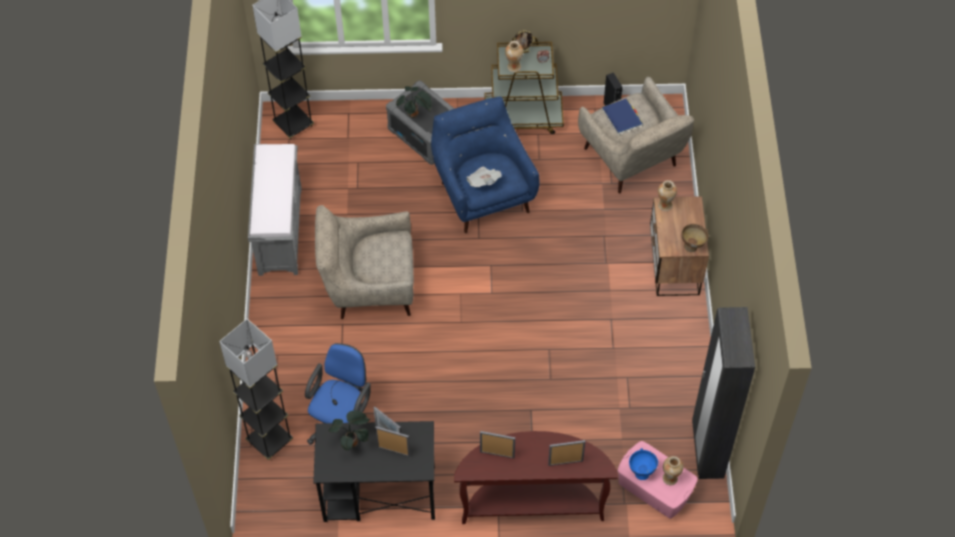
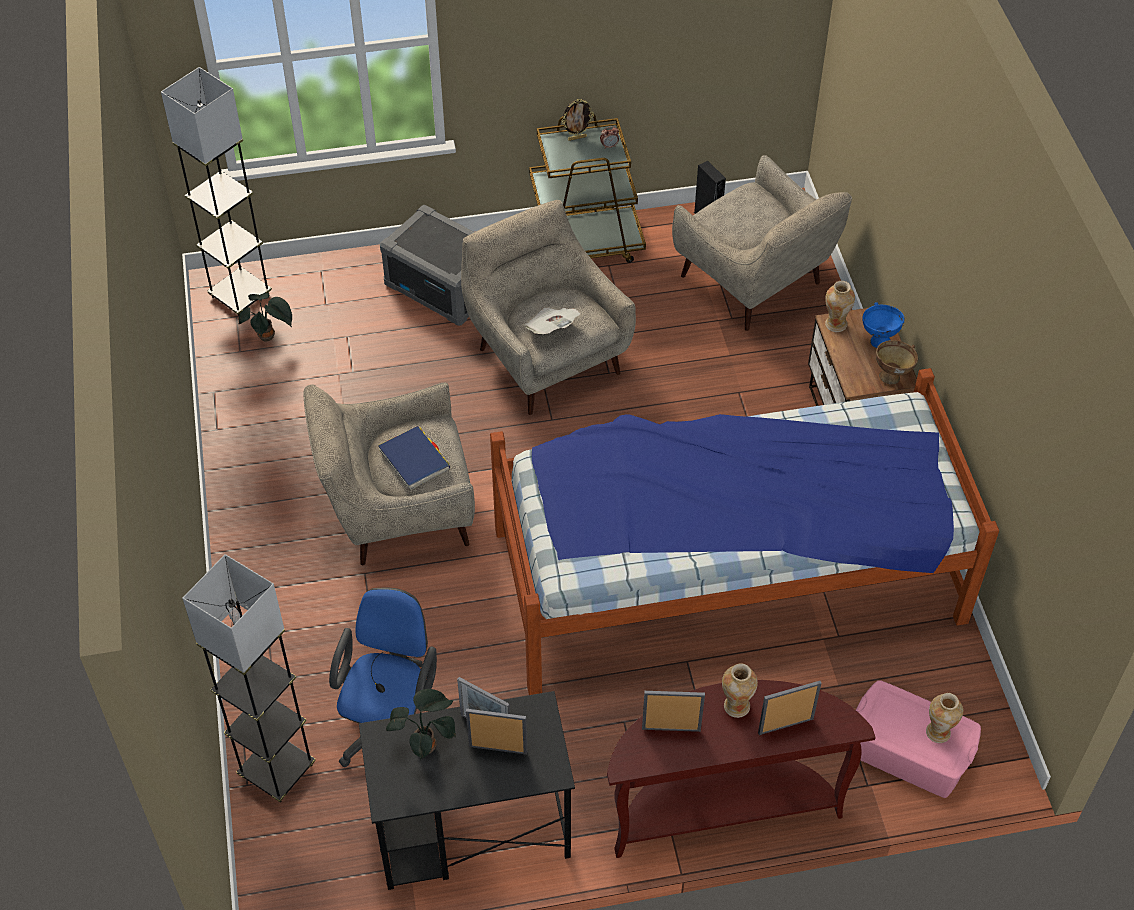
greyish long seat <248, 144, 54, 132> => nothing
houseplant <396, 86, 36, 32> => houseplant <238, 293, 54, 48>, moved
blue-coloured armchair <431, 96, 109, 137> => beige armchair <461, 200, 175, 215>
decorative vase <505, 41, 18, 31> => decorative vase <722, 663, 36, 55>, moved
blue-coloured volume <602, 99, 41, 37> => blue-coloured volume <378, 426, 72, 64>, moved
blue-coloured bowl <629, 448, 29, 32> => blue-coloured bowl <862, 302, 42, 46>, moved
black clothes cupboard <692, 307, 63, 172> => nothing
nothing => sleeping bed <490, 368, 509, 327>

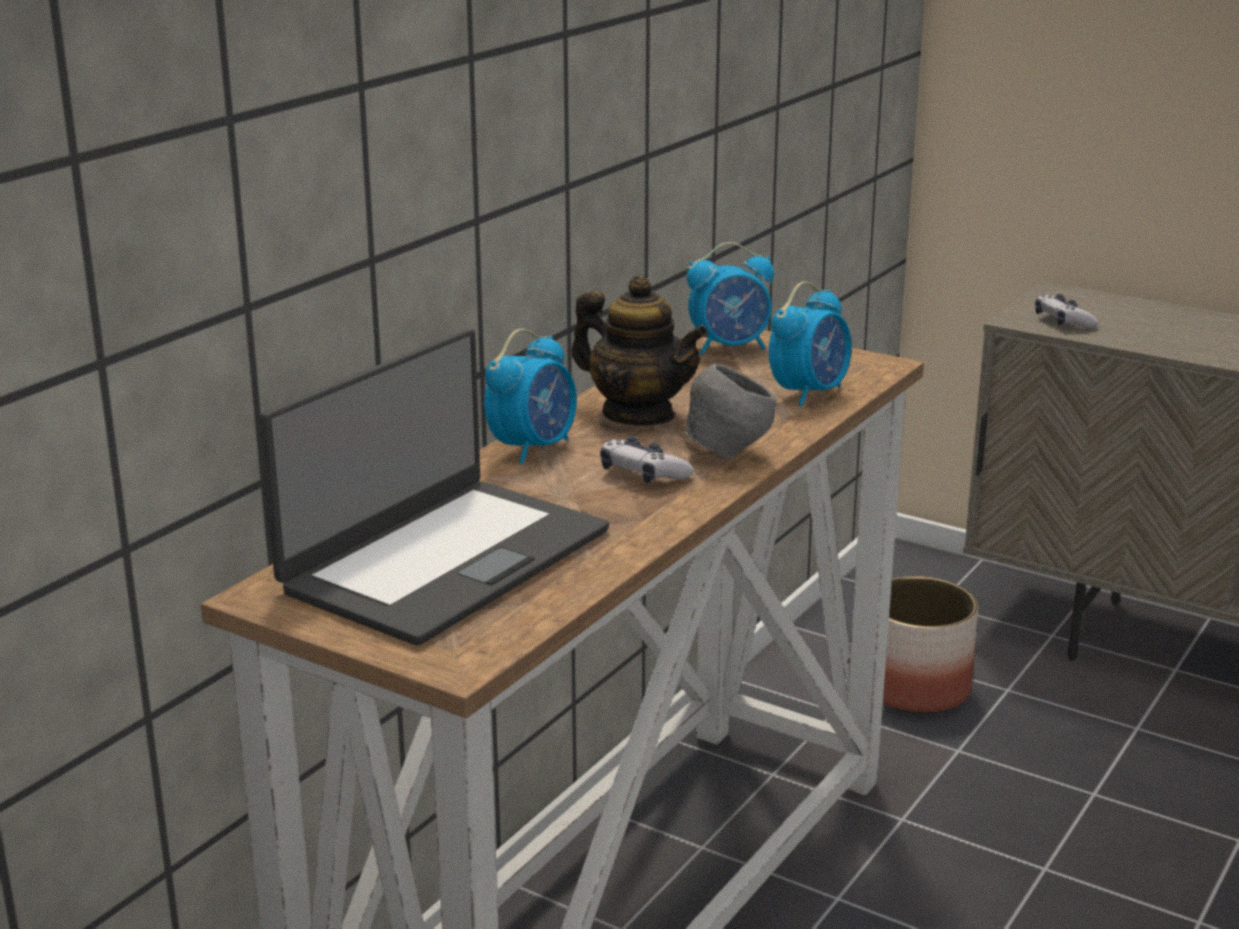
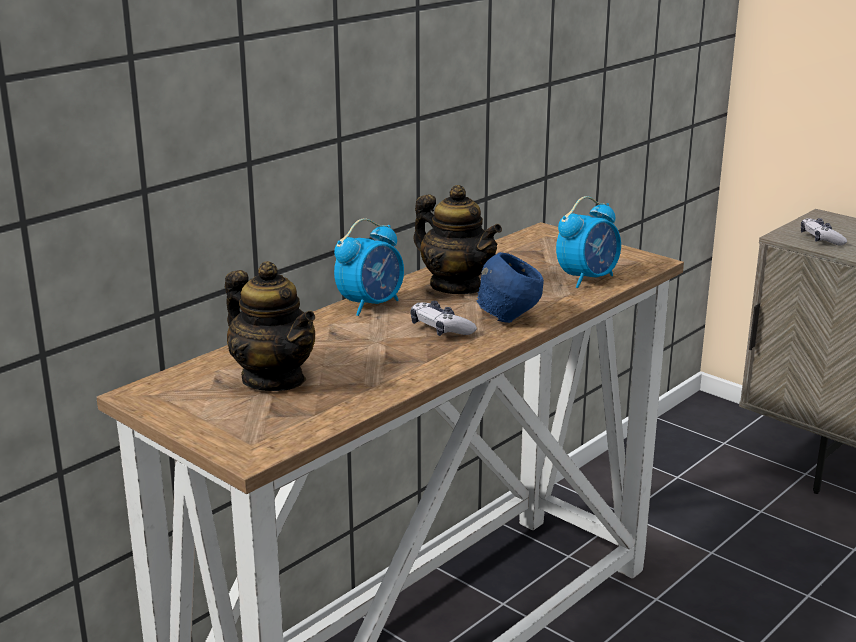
portable computer <259, 329, 350, 316> => teapot <225, 261, 90, 130>
greyish bowl <684, 364, 92, 95> => blue-coloured bowl <476, 252, 68, 71>
table clock <687, 242, 87, 113> => nothing
planter <883, 576, 95, 137> => nothing

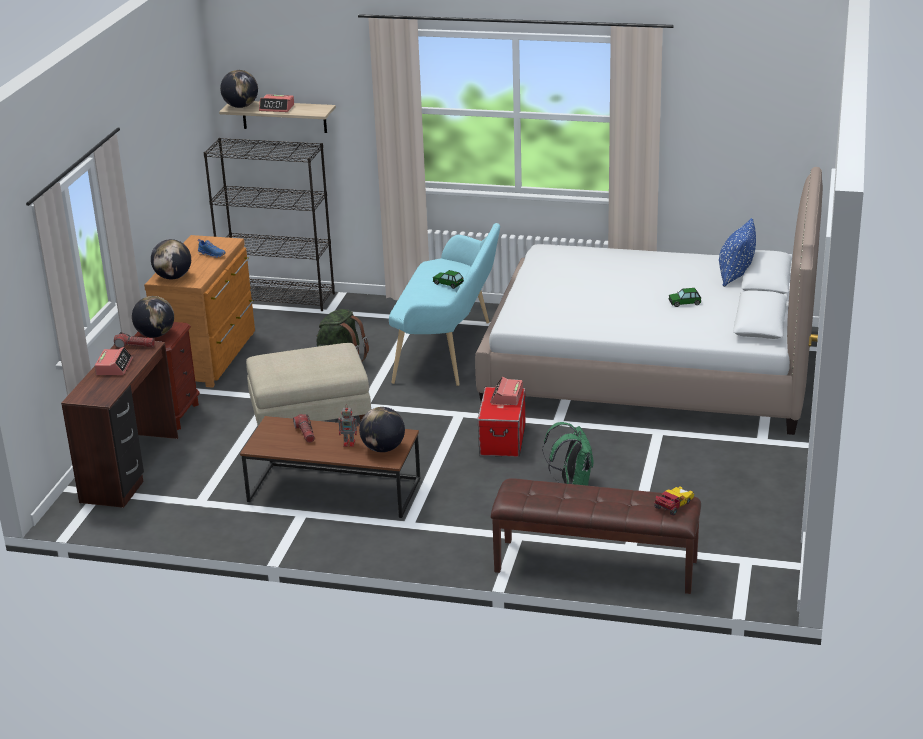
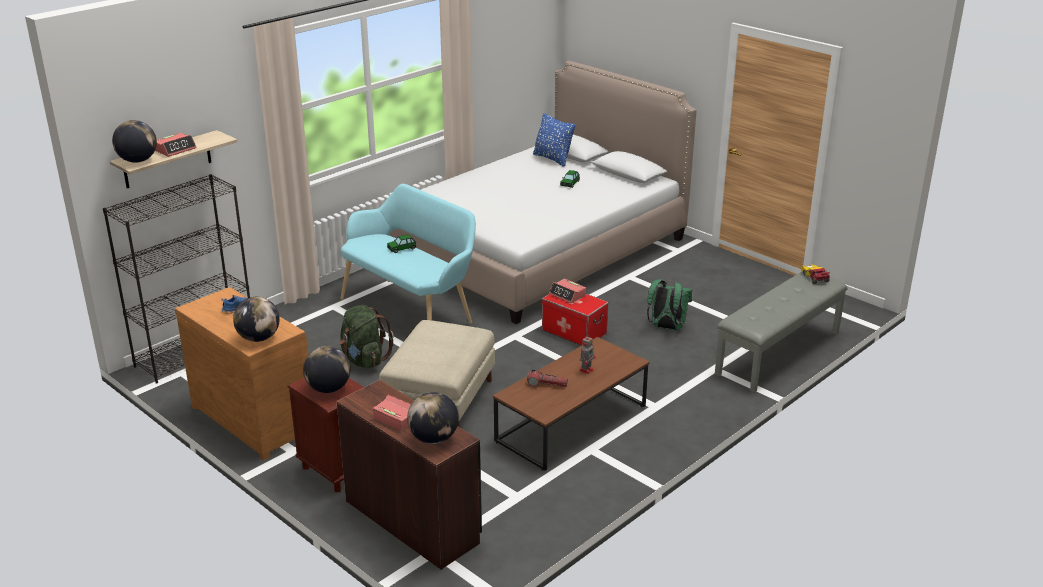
hand torch <114, 332, 41, 16> => nothing
world globe <359, 407, 46, 45> => world globe <407, 392, 52, 52>, moved
brown long seat <491, 478, 210, 116> => greyish long seat <715, 271, 133, 121>

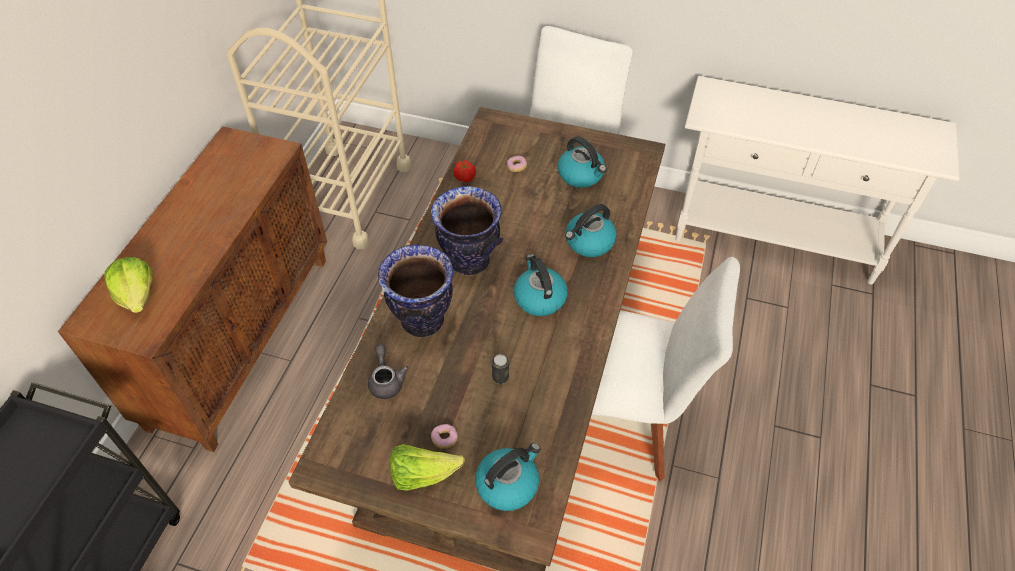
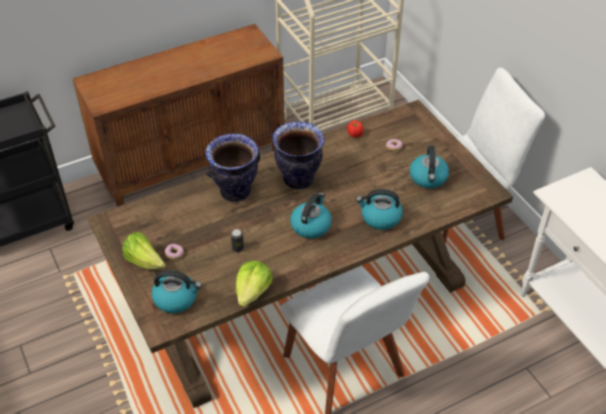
lettuce head <104, 257, 48, 56> => lettuce head <235, 261, 38, 46>, moved
greyish teapot <368, 344, 40, 55> => nothing

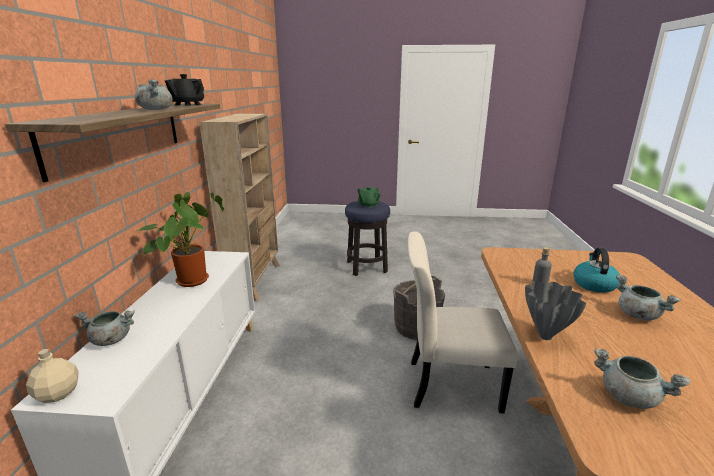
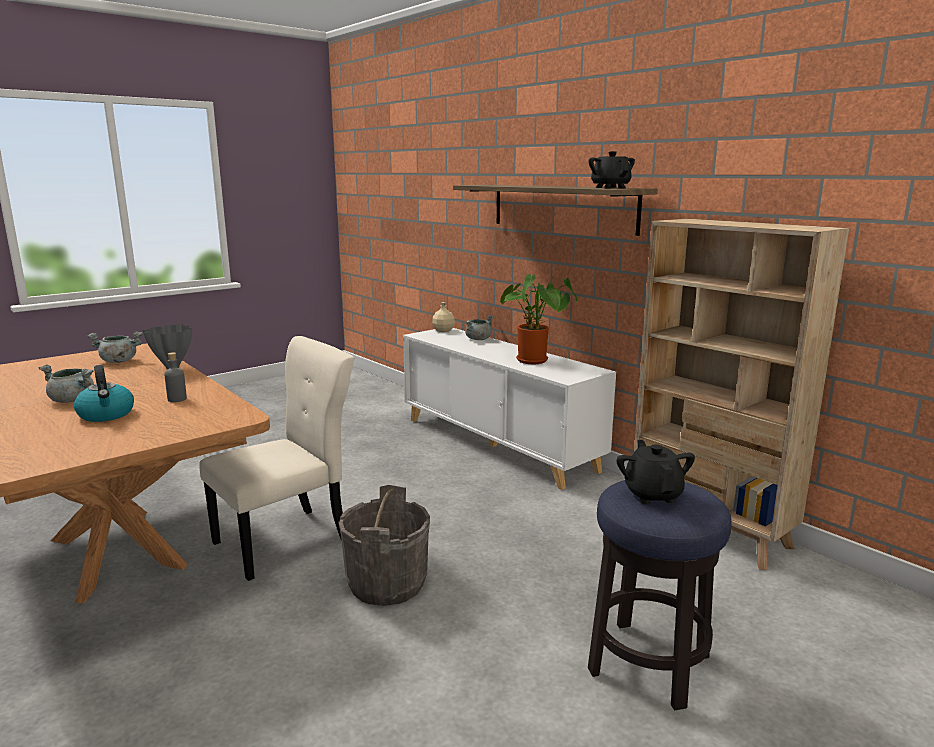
greyish cooking pot <135, 79, 37, 31> => nothing
green teapot <357, 187, 23, 21> => black teapot <616, 440, 79, 64>

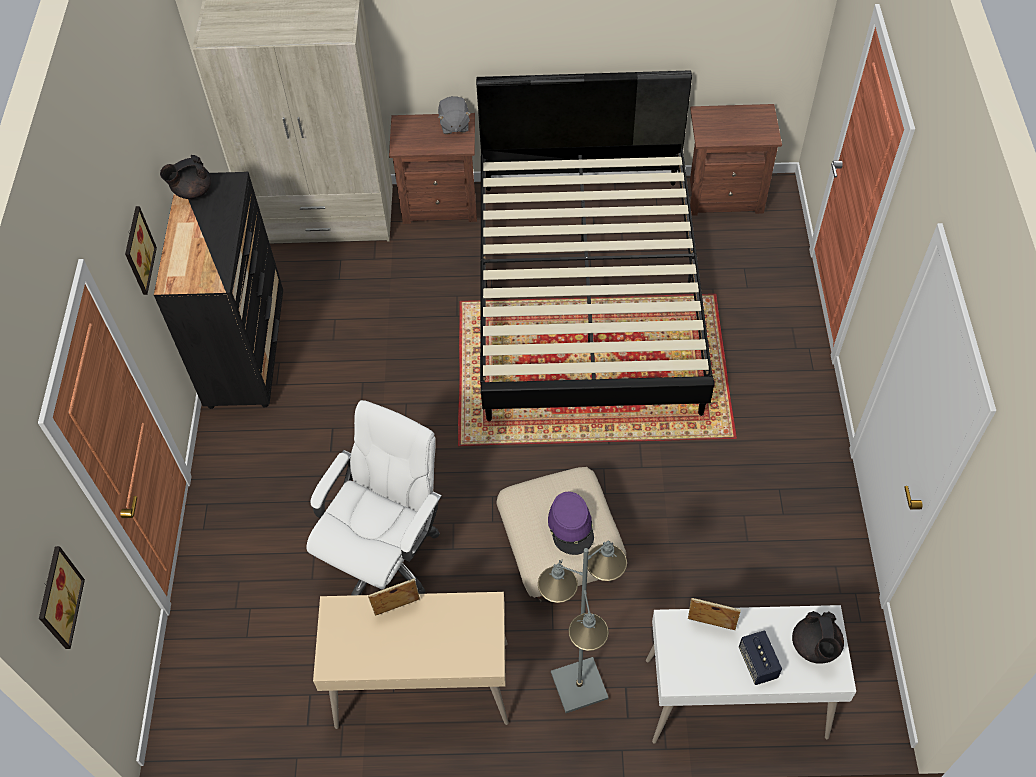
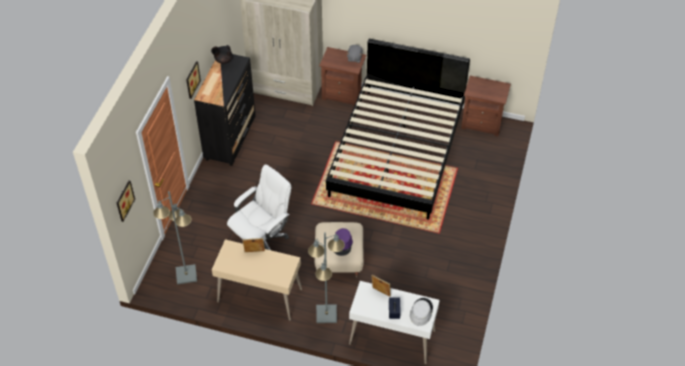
black teapot <792, 611, 52, 53> => greyish wearable hat <410, 298, 23, 28>
nothing => greyish standing lamp <153, 191, 44, 93>

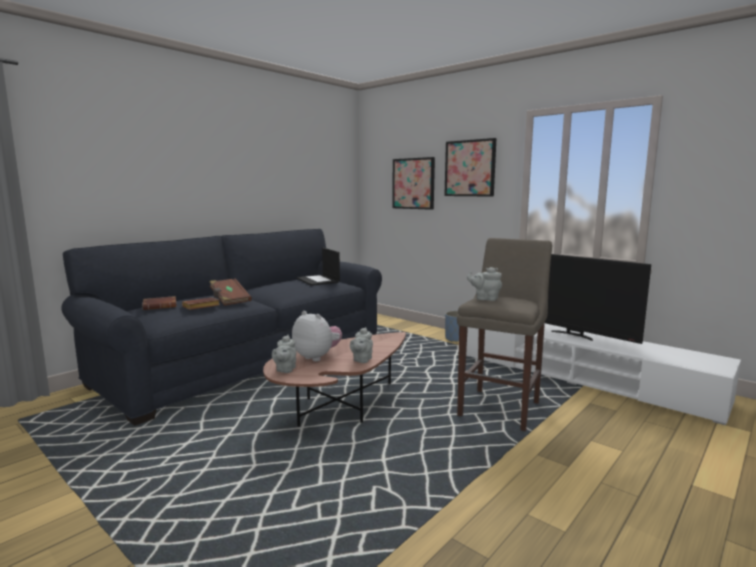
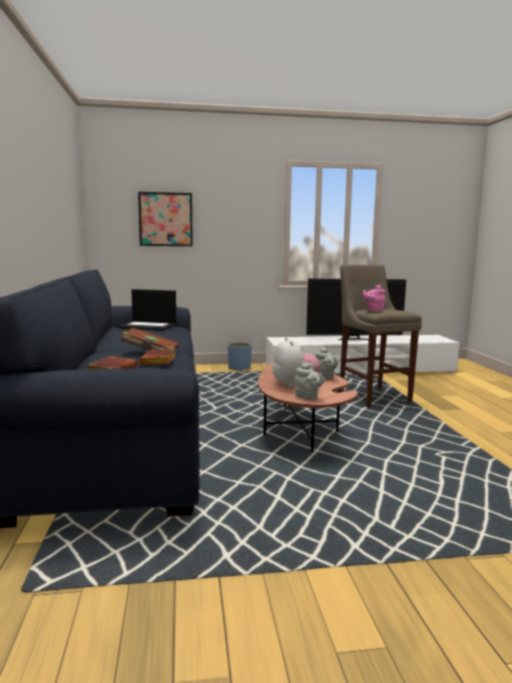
cuddly toy <292, 311, 50, 51> => cuddly toy <272, 337, 48, 51>, 90 degrees clockwise
wall picture <444, 138, 52, 59> => nothing
greyish teapot <467, 267, 35, 34> => pinkish teapot <363, 285, 23, 27>

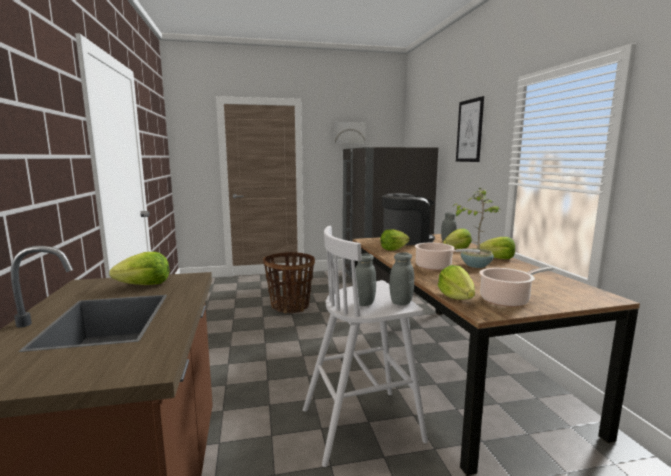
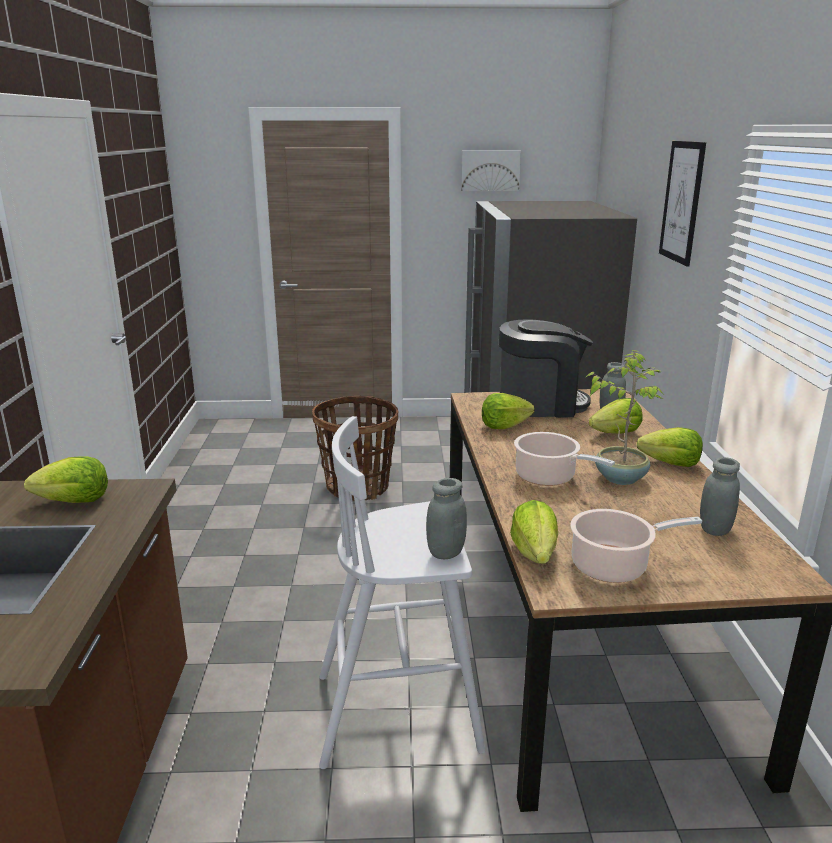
greyish jar <355, 253, 21, 53> => greyish jar <700, 457, 40, 79>, moved

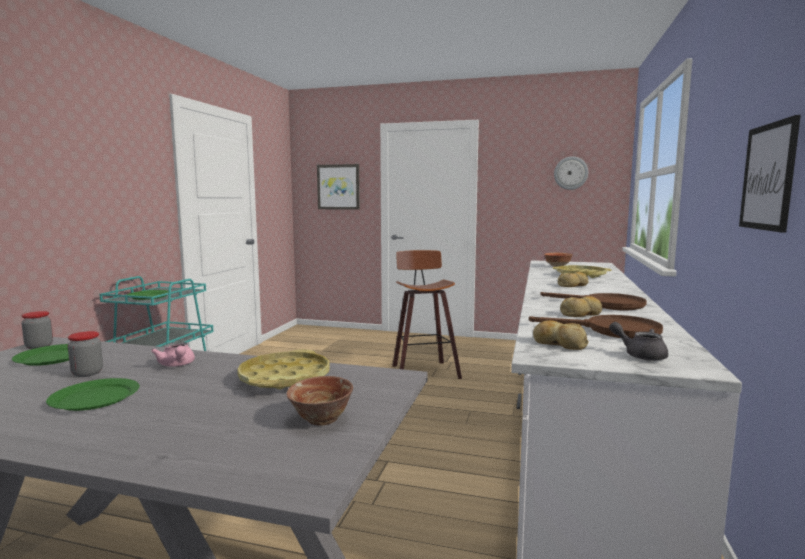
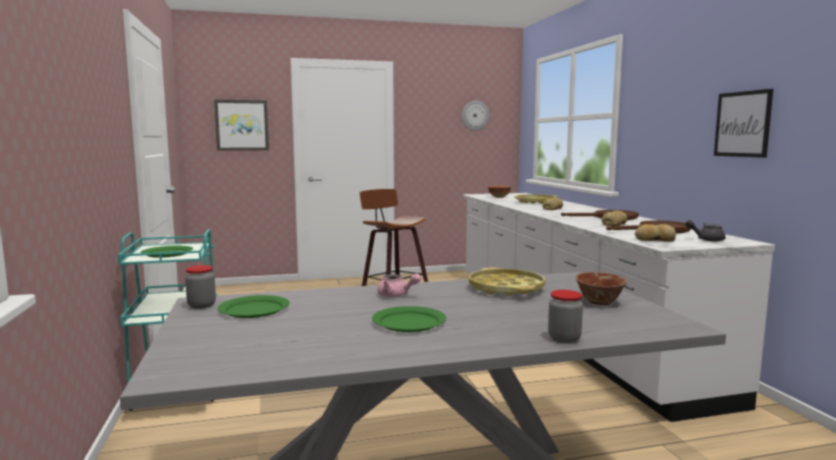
jar <68, 331, 35, 46> => jar <548, 290, 35, 53>, moved

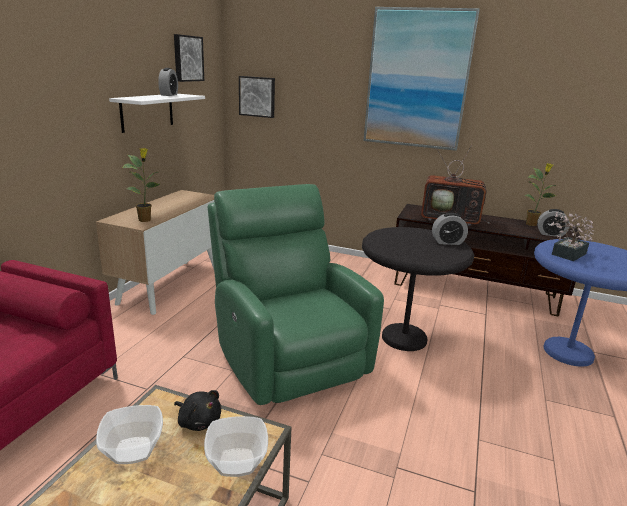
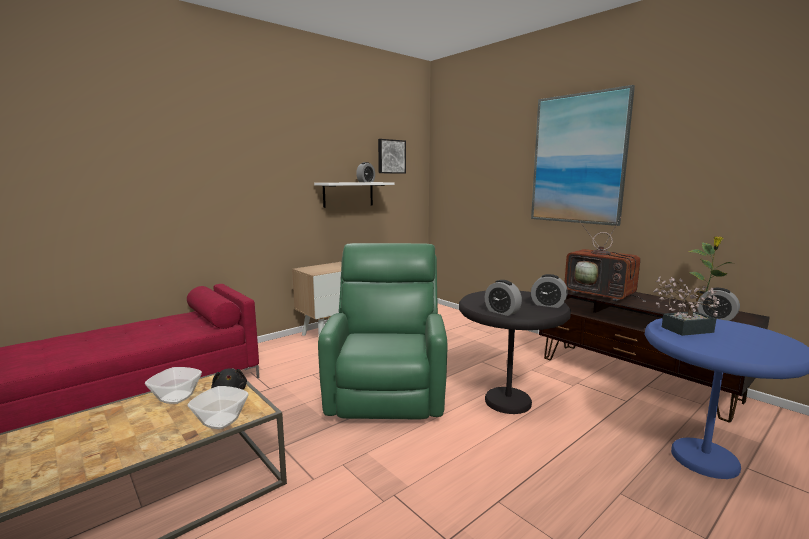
houseplant <122, 148, 39, 74> => nothing
wall picture <239, 76, 36, 42> => nothing
nothing => table clock <485, 280, 37, 36>

